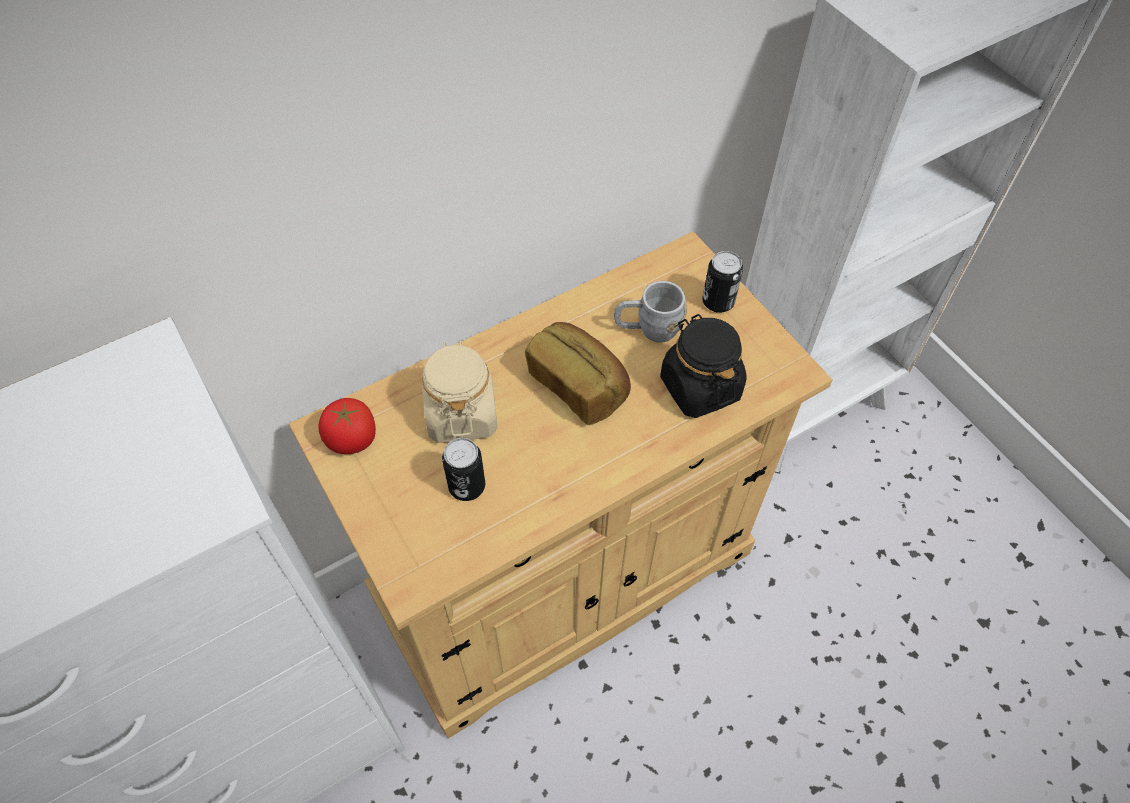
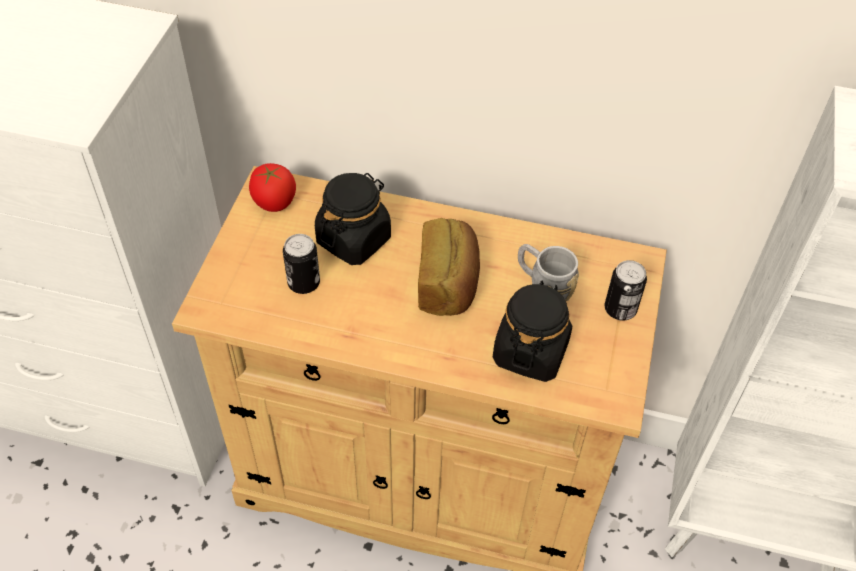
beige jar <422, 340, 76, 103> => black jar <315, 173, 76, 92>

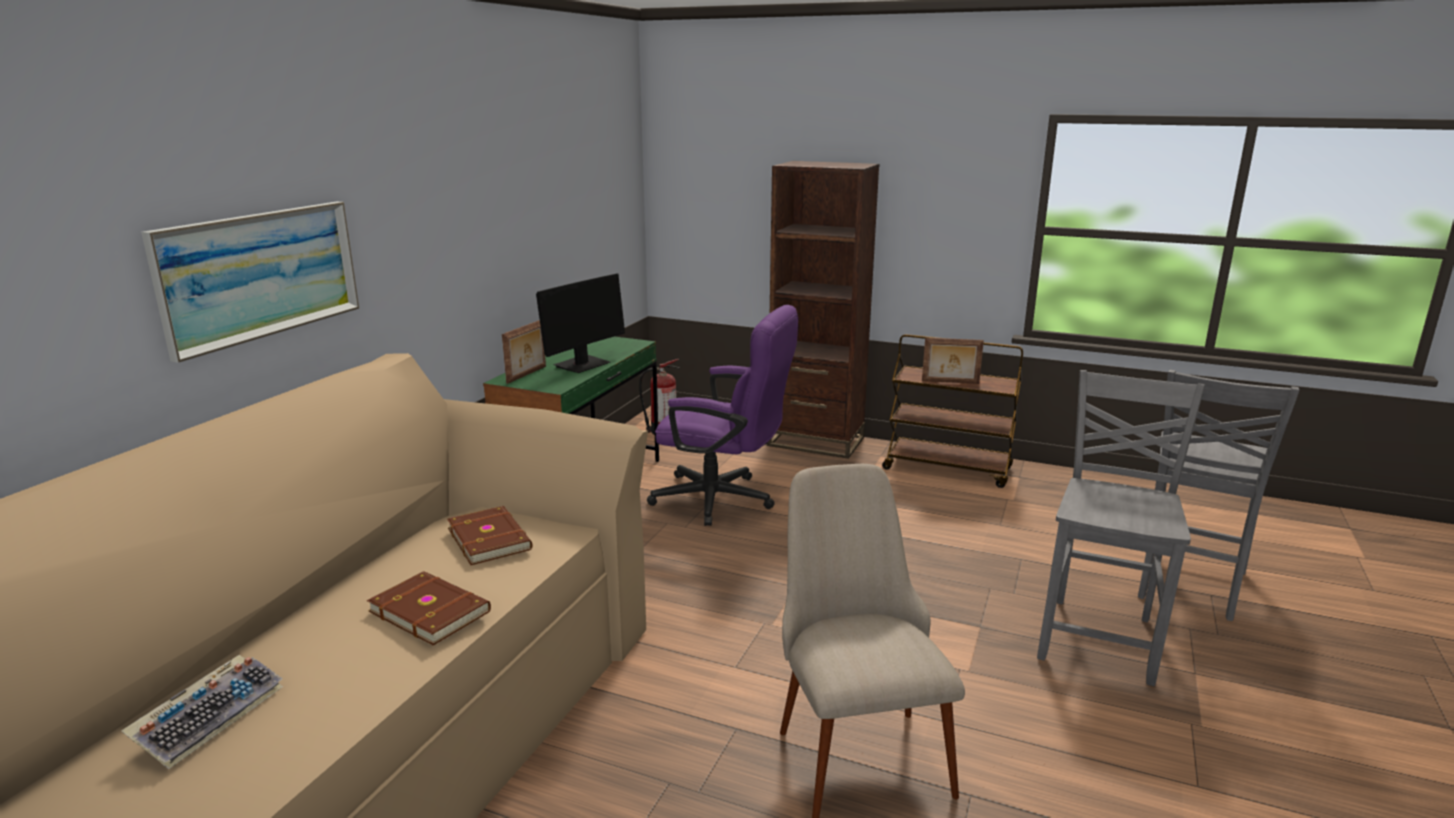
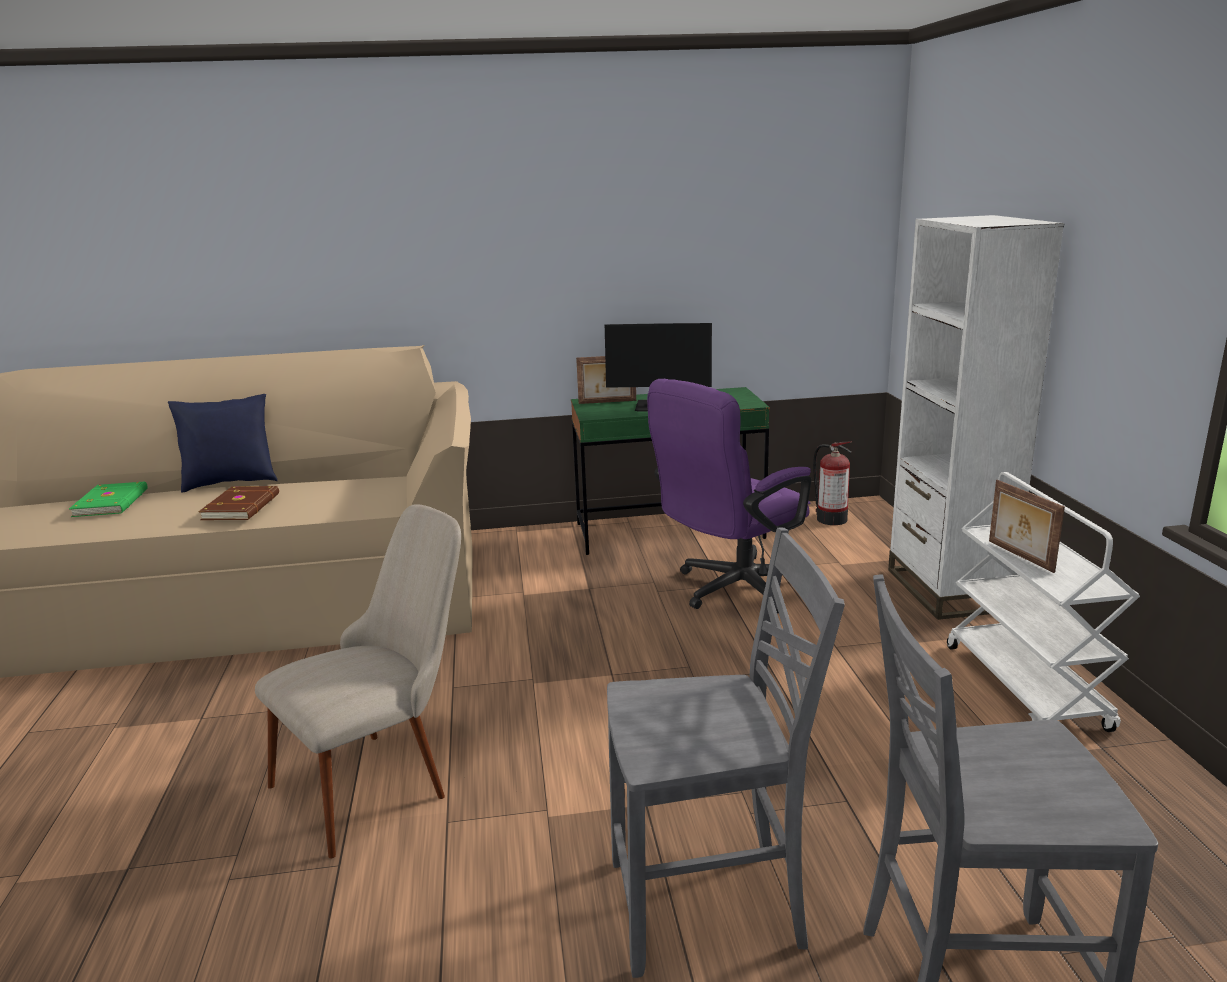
computer keyboard <121, 655, 162, 114> => green volume <69, 482, 79, 35>
wall picture <141, 201, 218, 162> => nothing
brown volume <447, 506, 85, 59> => nothing
purple-coloured office chair <647, 305, 151, 221> => purple-coloured office chair <647, 379, 164, 235>, 60 degrees clockwise
brown shelving unit <767, 161, 113, 298> => whitish shelving unit <888, 215, 176, 405>
brown wheeled cart <882, 334, 141, 154> => whitish wheeled cart <947, 472, 193, 260>
nothing => blue-coloured throw pillow <168, 394, 110, 99>

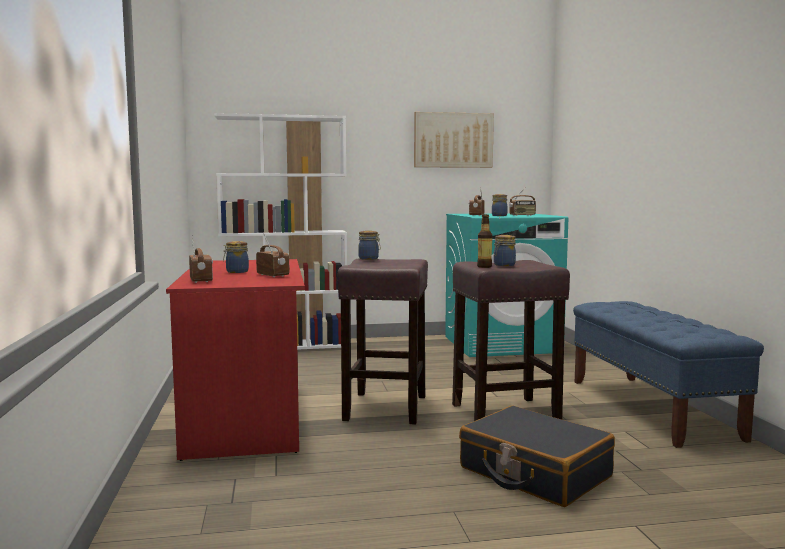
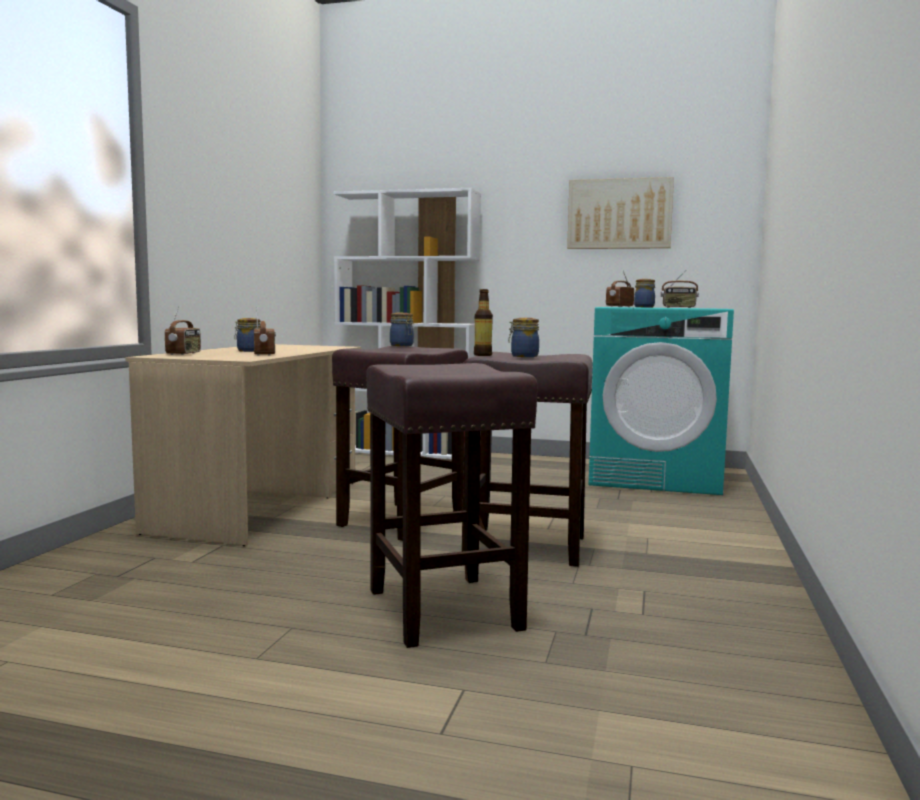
red-coloured desk unit <166, 259, 139, 202> => beige desk unit <125, 344, 236, 202>
black piece of luggage <459, 406, 156, 101> => brown stool <366, 363, 172, 285>
blue-coloured long seat <573, 301, 191, 147> => nothing

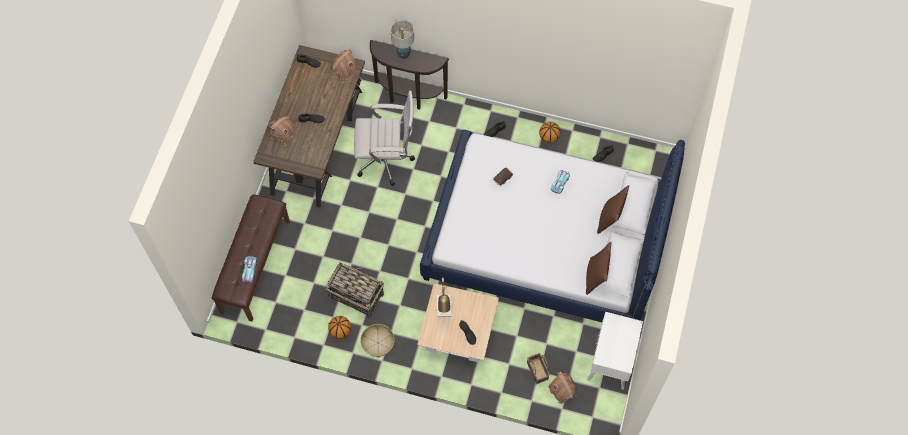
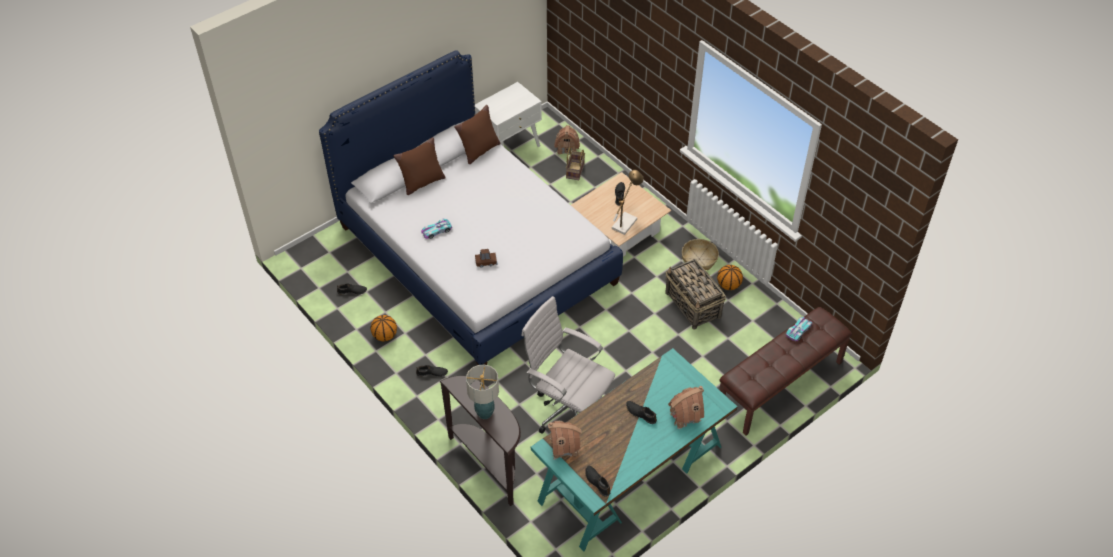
brown desk unit <253, 45, 112, 163> => turquoise desk unit <531, 348, 206, 204>

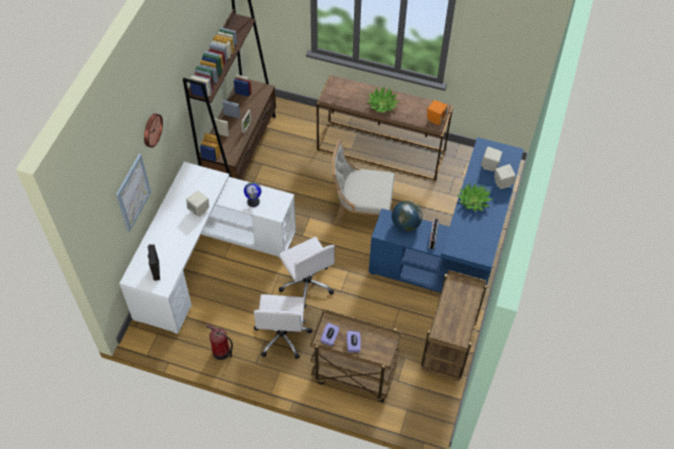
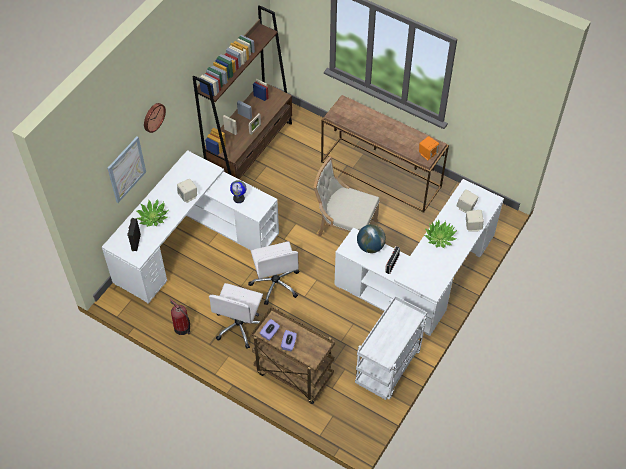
houseplant <367, 87, 33, 26> => houseplant <137, 199, 31, 28>, moved
blue-coloured desk unit <369, 137, 155, 156> => whitish desk unit <334, 179, 170, 157>
brown wheeled cart <421, 270, 66, 111> => whitish wheeled cart <355, 296, 72, 104>

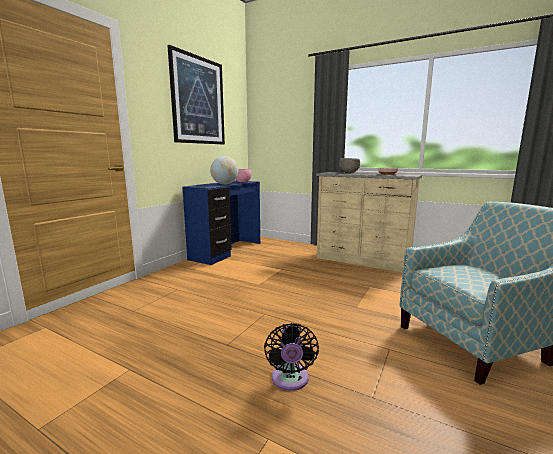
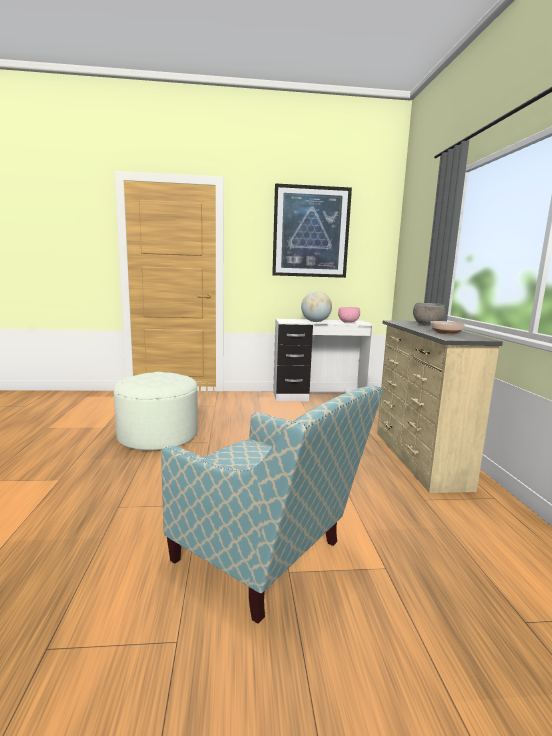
blue-coloured desk unit <182, 181, 78, 84> => whitish desk unit <273, 319, 100, 82>
black fan <264, 323, 55, 68> => nothing
nothing => whitish footrest <114, 372, 84, 79>

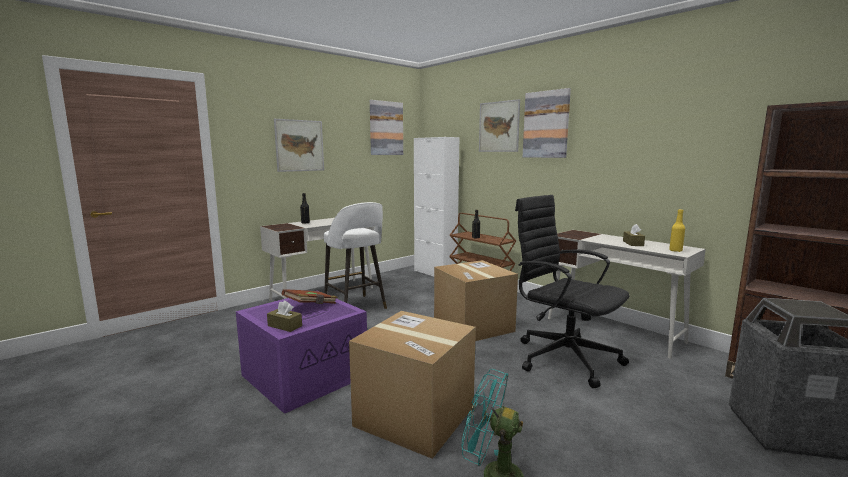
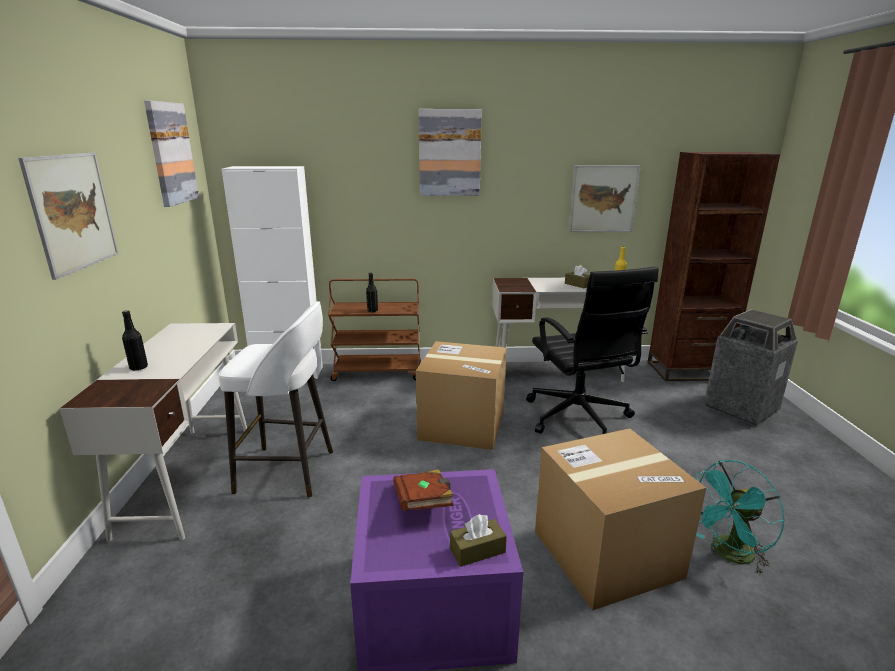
wall picture <479, 99, 41, 53> => wall picture <569, 165, 72, 67>, moved
black office chair <515, 195, 115, 193> => black office chair <526, 267, 133, 167>, 105 degrees counterclockwise

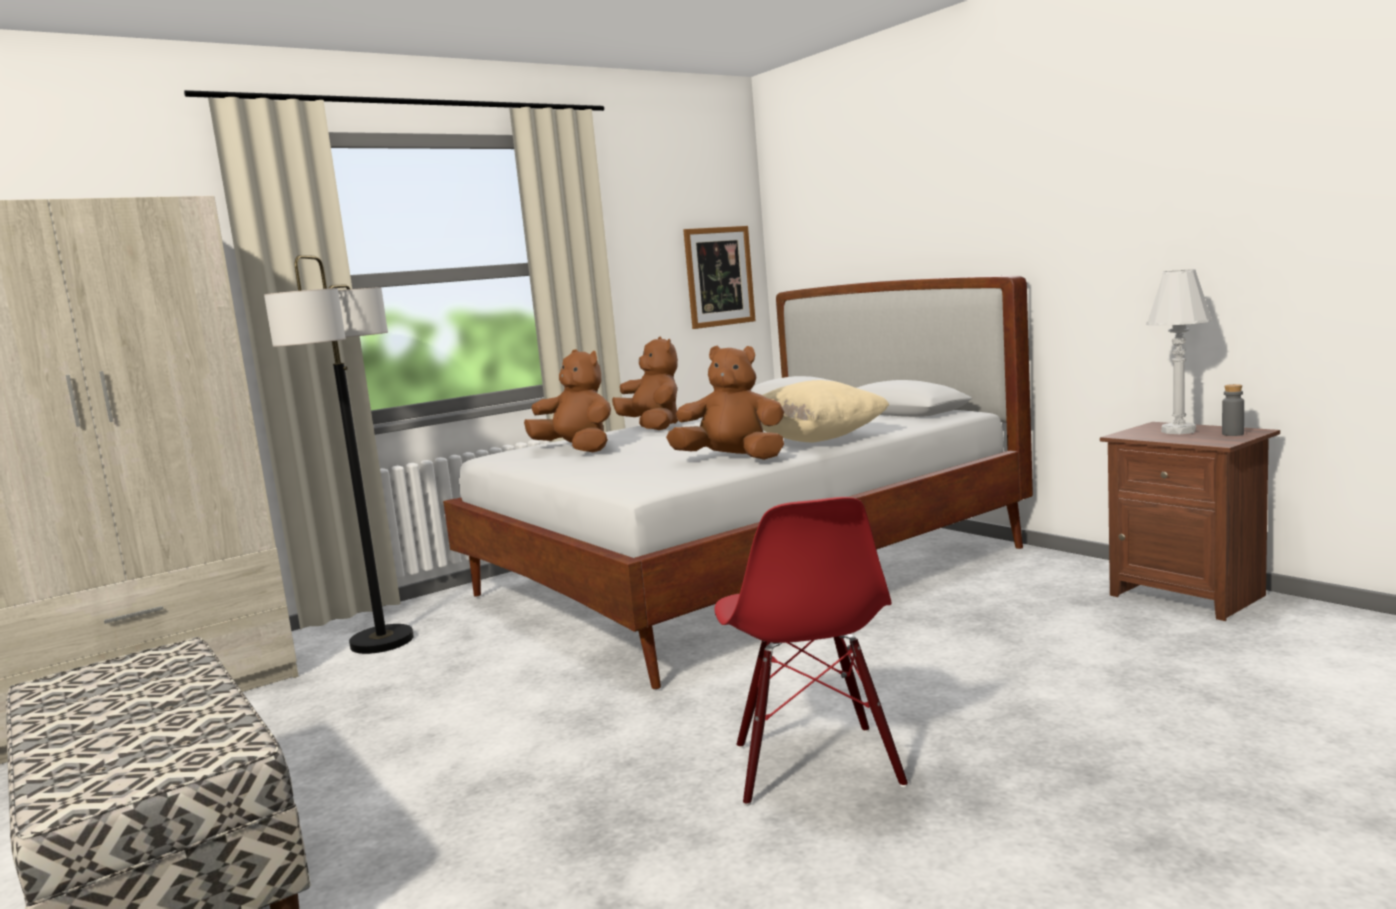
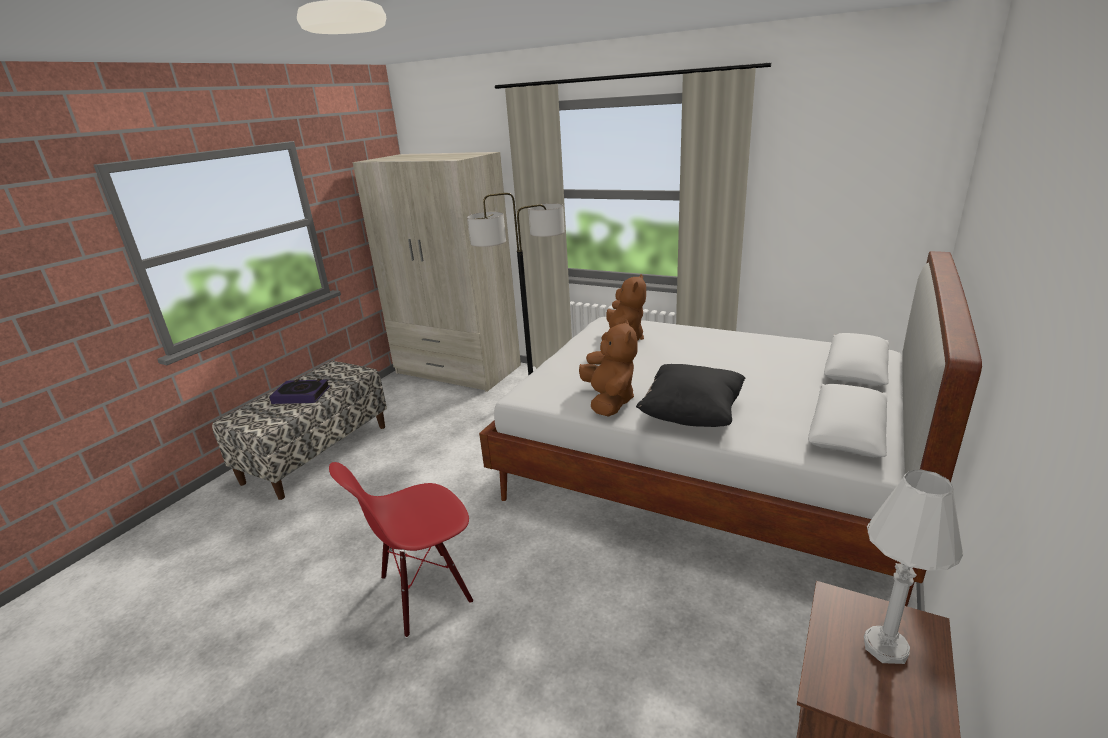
brown cuddly toy <612, 336, 66, 94> => nothing
wall picture <683, 226, 73, 103> => nothing
beige throw pillow <761, 380, 128, 62> => black throw pillow <636, 364, 110, 63>
greyish bottle <1222, 384, 22, 52> => nothing
nothing => volume <269, 379, 61, 25>

